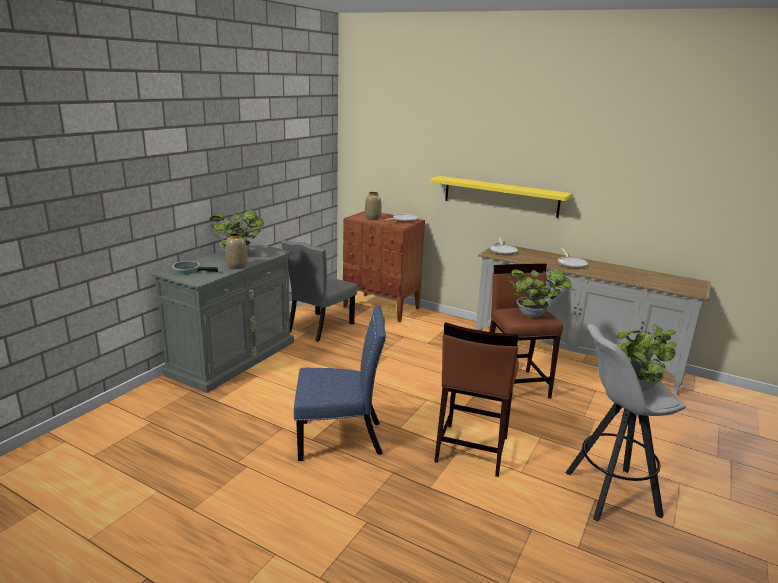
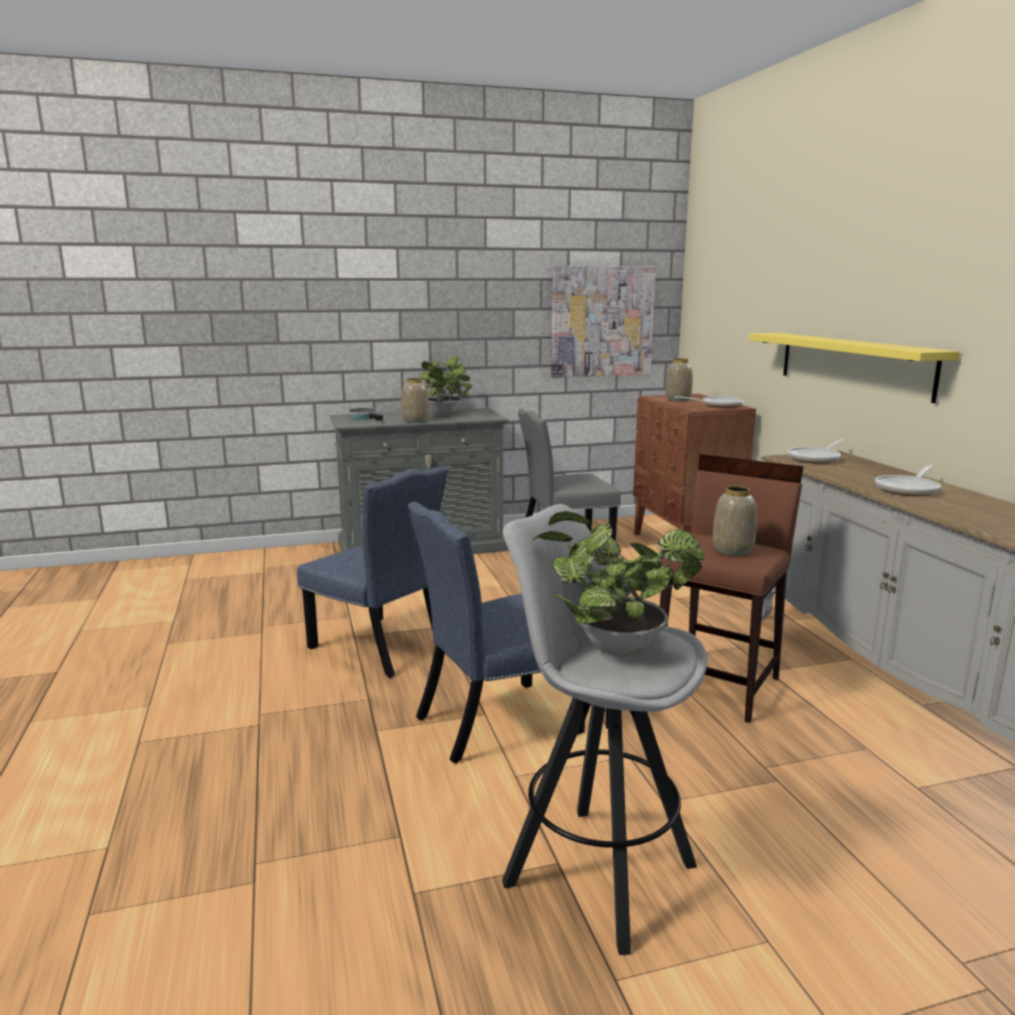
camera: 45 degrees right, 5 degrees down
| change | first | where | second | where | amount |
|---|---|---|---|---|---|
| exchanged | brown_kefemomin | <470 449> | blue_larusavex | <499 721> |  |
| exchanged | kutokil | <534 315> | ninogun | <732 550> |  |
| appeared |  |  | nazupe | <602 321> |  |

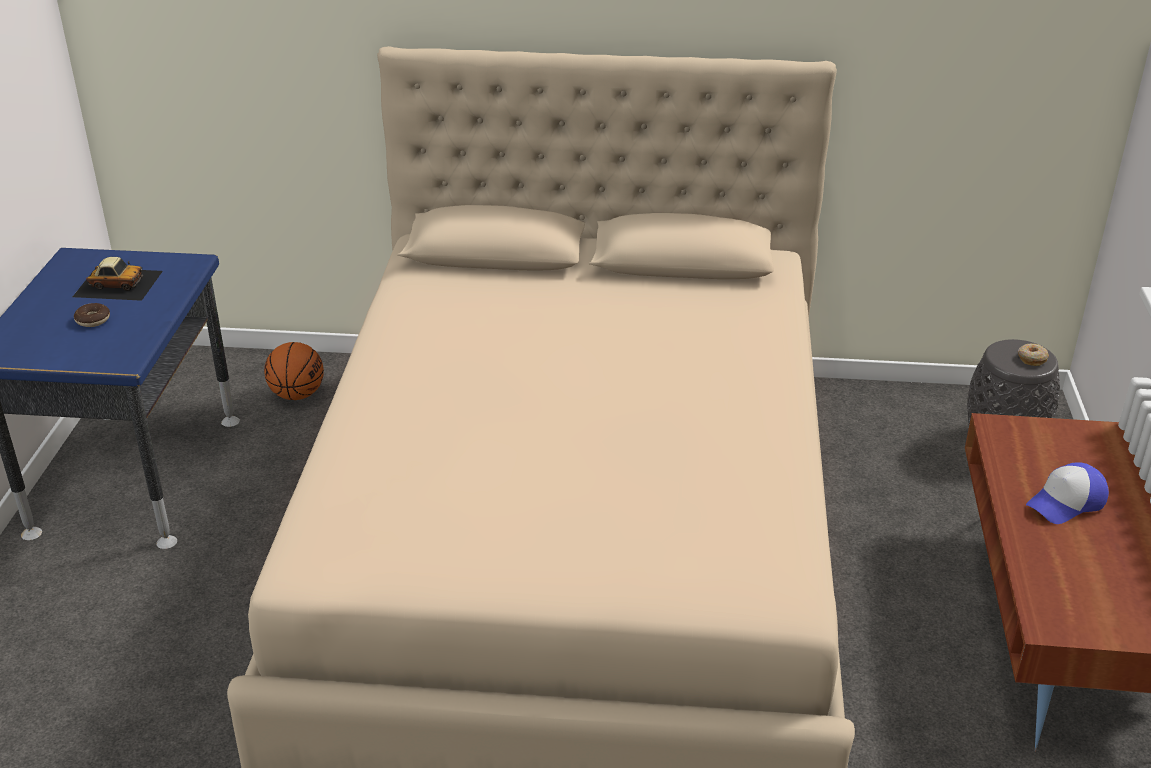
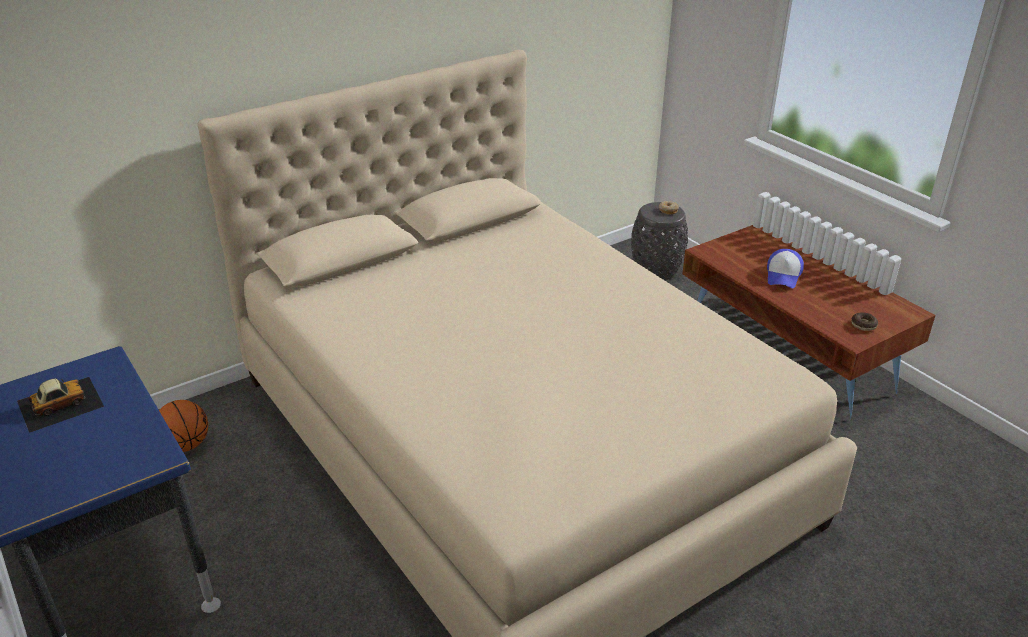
camera: 40 degrees left, 0 degrees up
| change | first | where | second | where | amount |
|---|---|---|---|---|---|
| relocated | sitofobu | <93 320> |  | <863 325> |  |

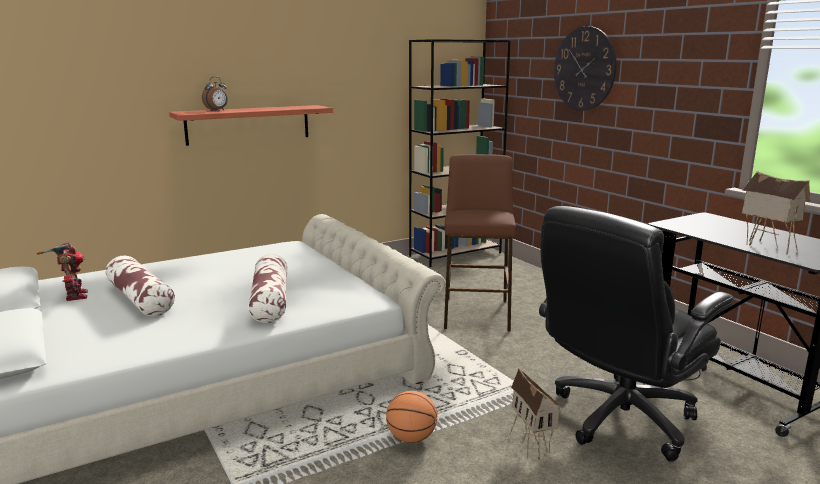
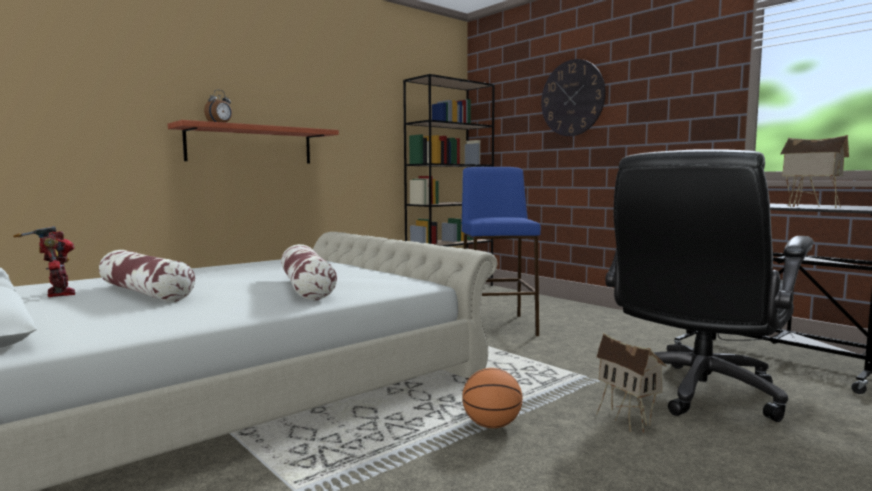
camera: 10 degrees left, 10 degrees down
| change | first | where | second | where | amount |
|---|---|---|---|---|---|
| colour | brown_kefemomin | <476 314> | blue_kefemomin | <497 326> |  |

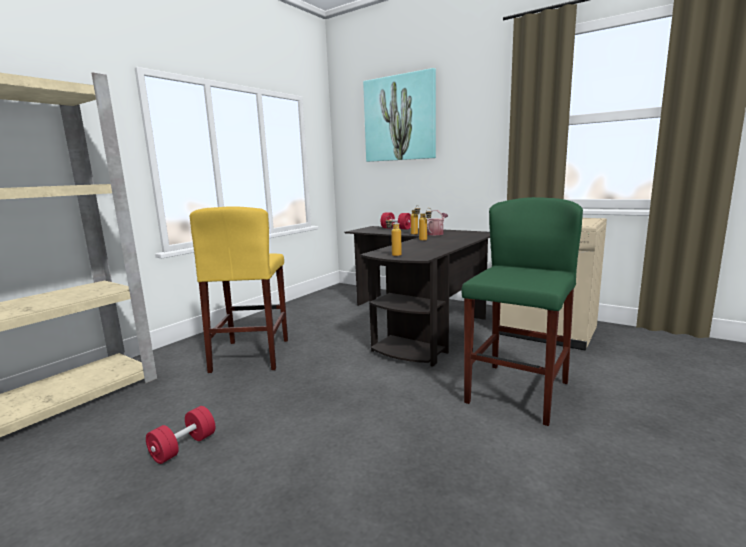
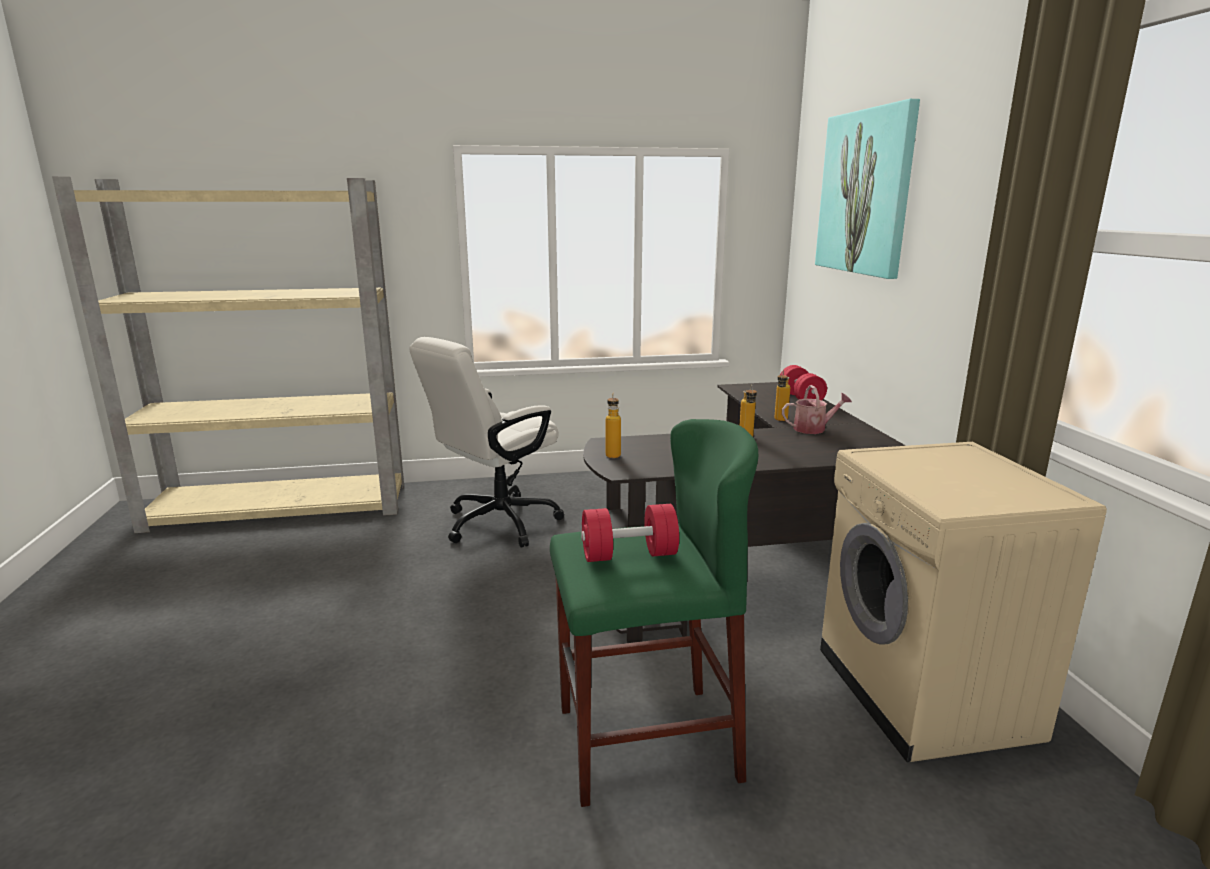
camera: 45 degrees right, 5 degrees up
| change | first | where | second | where | amount |
|---|---|---|---|---|---|
| relocated | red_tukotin | <183 447> |  | <629 555> |  |
| exchanged | yellow_kefemomin | <251 355> | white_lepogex | <496 525> |  |

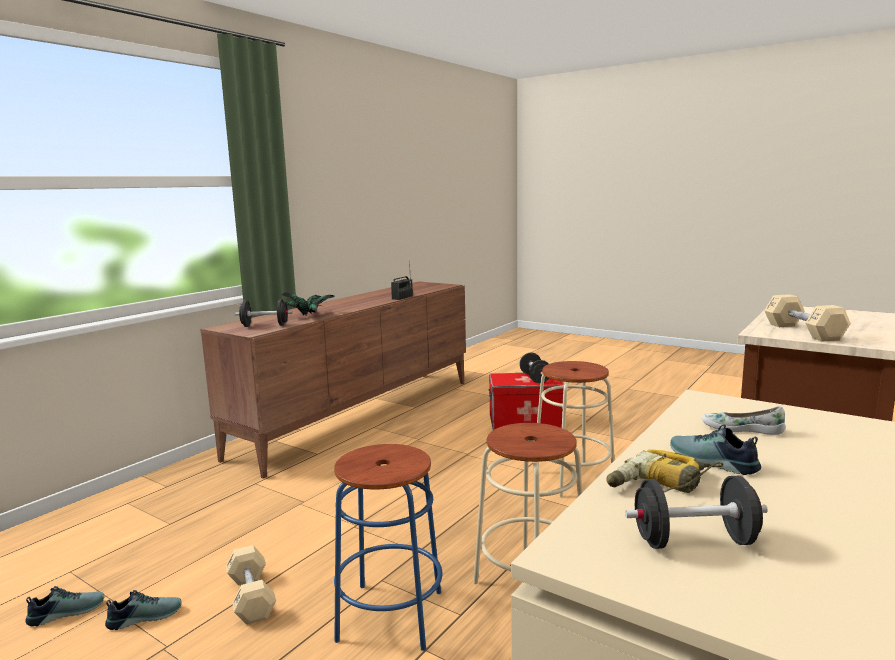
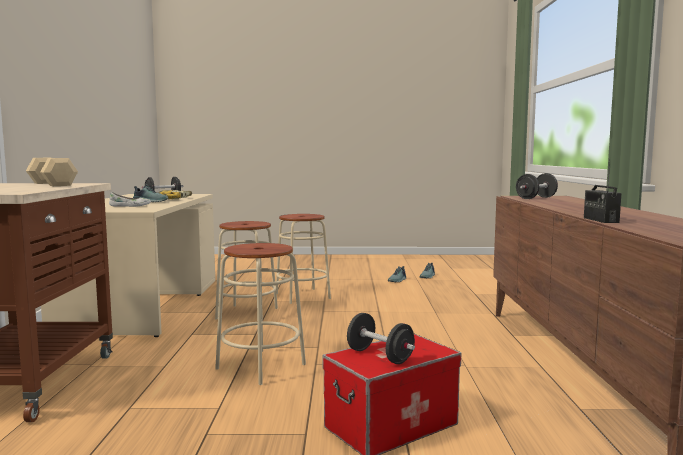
camera: 145 degrees right, 5 degrees down
| change | first | where | second | where | amount |
|---|---|---|---|---|---|
| missing | beige_tukotin | <251 597> |  |  |  |
| missing | kutokil | <309 316> |  |  |  |
| colour | blue_kefemomin | <390 615> | beige_kefemomin | <302 296> |  |

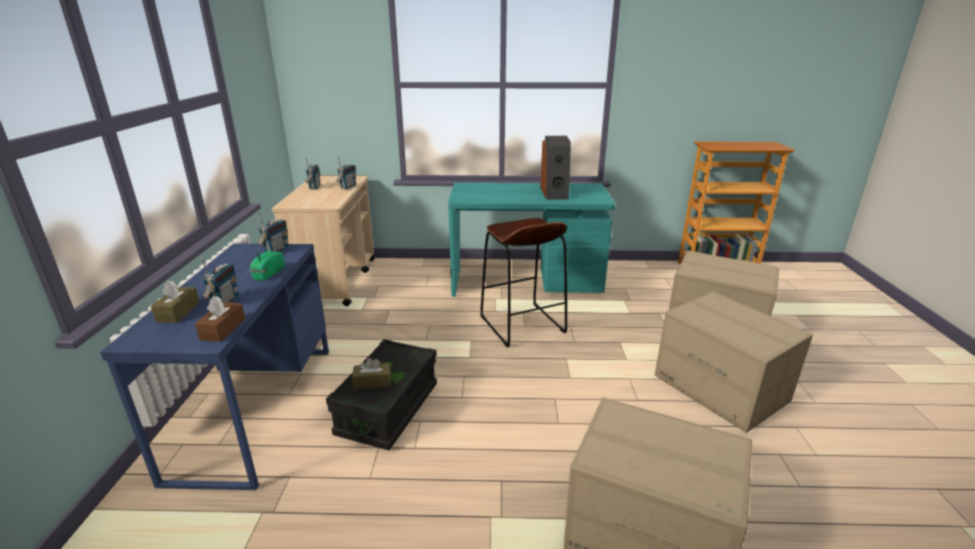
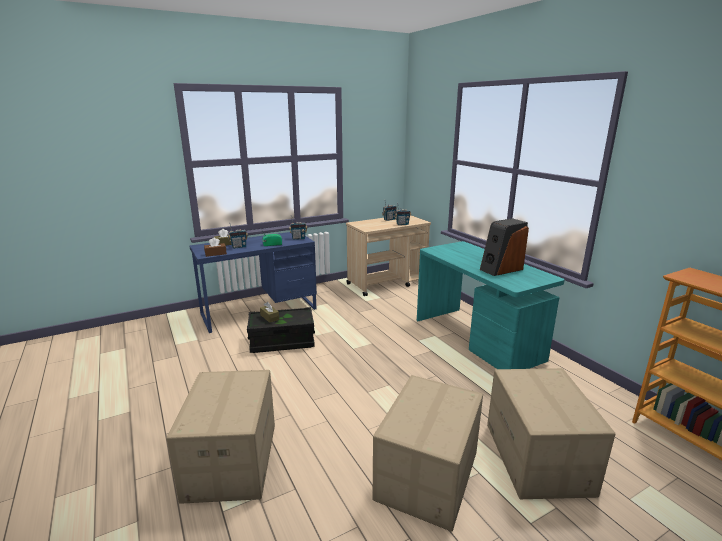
camera: 60 degrees right, 5 degrees down
| change | first | where | second | where | amount |
|---|---|---|---|---|---|
| missing | brown_kefemomin | <522 324> |  |  |  |

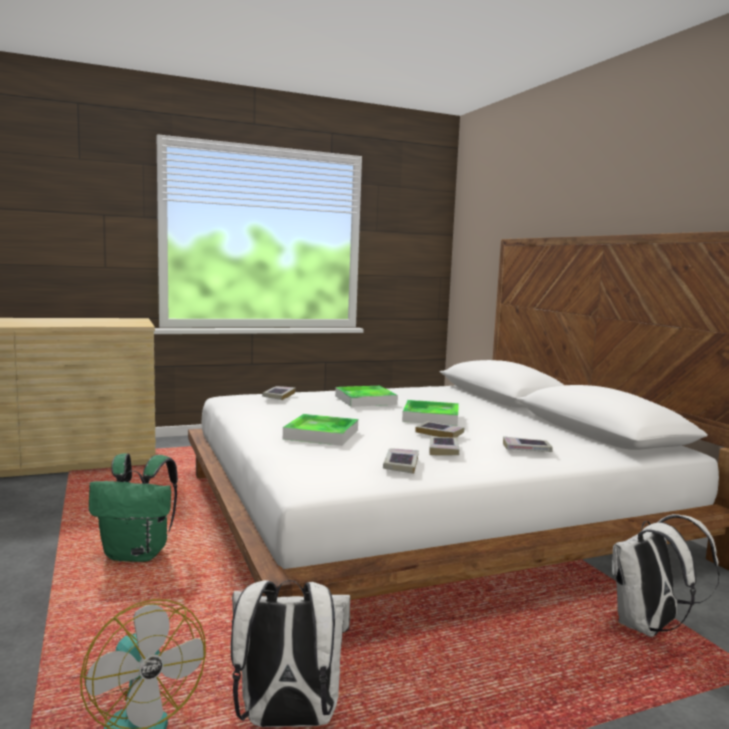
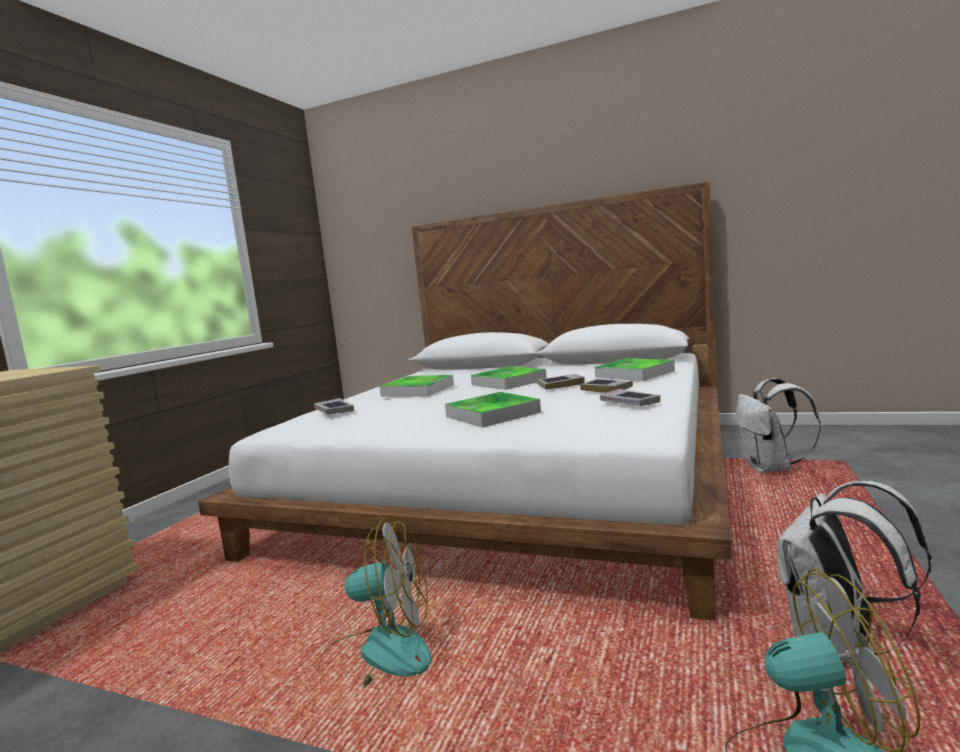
camera: 45 degrees left, 0 degrees up
| change | first | where | second | where | amount |
|---|---|---|---|---|---|
| exchanged | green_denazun | <138 554> | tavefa | <377 655> |  |
| exchanged | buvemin | <526 449> | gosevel | <634 374> |  |

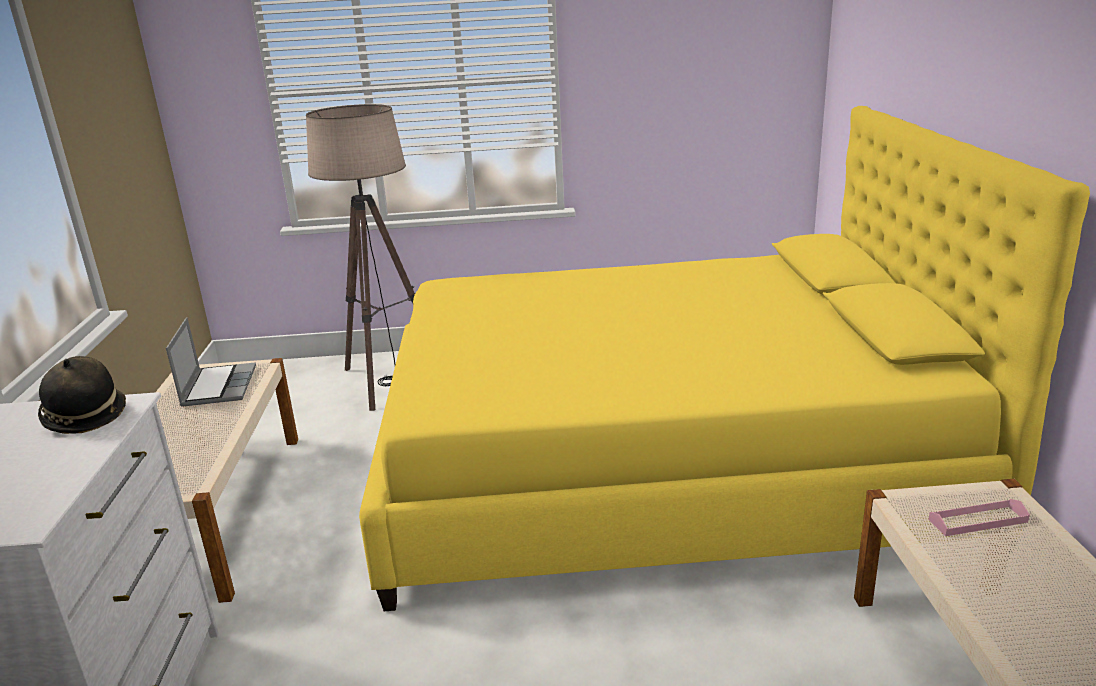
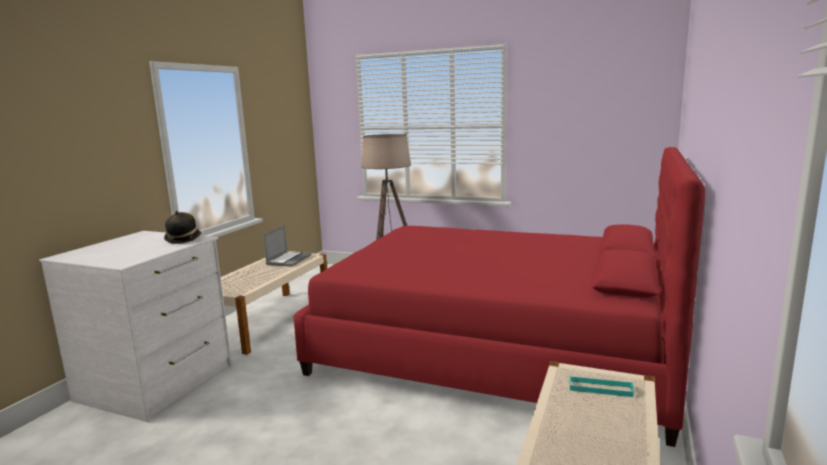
camera: 25 degrees right, 10 degrees down
| change | first | where | second | where | amount |
|---|---|---|---|---|---|
| colour | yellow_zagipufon | <661 467> | red_zagipufon | <496 349> |  |
| colour | pink_gosevel | <977 521> | turquoise_gosevel | <600 388> |  |

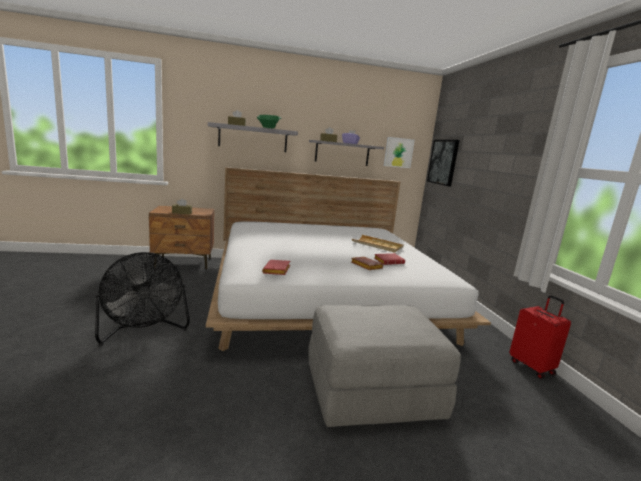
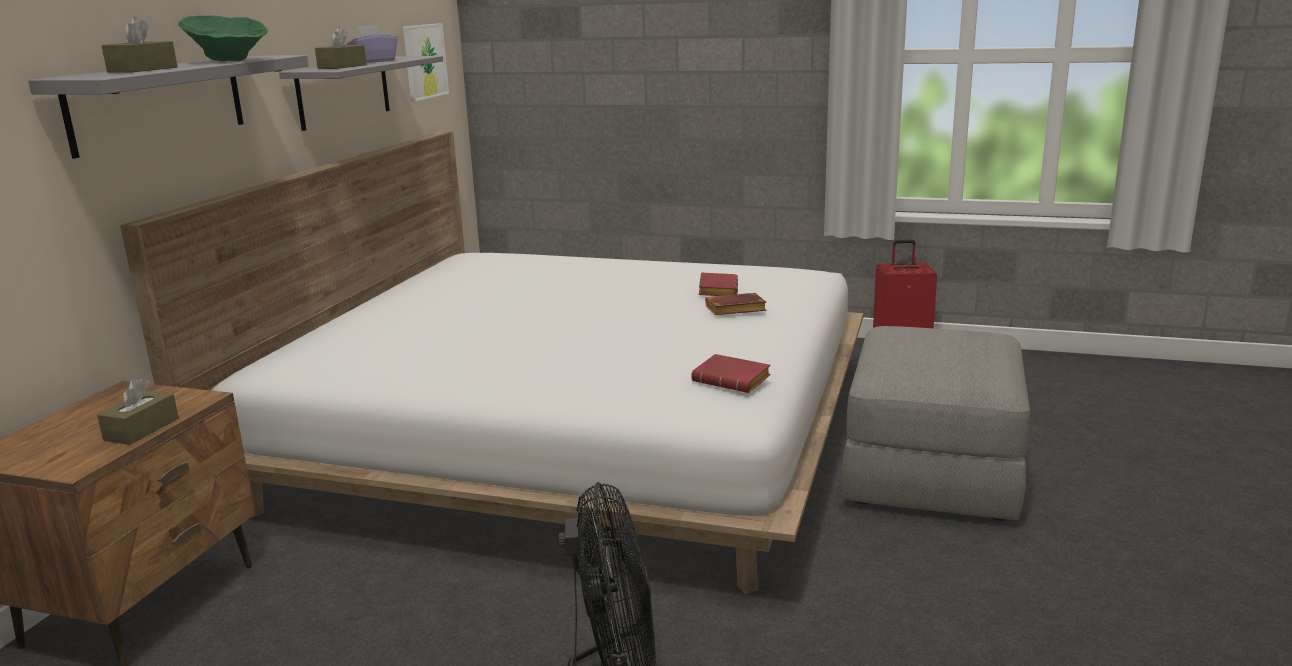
camera: 60 degrees left, 5 degrees up
| change | first | where | second | where | amount |
|---|---|---|---|---|---|
| missing | beige_gosevel | <377 245> |  |  |  |
| missing | nazupe | <443 162> |  |  |  |

